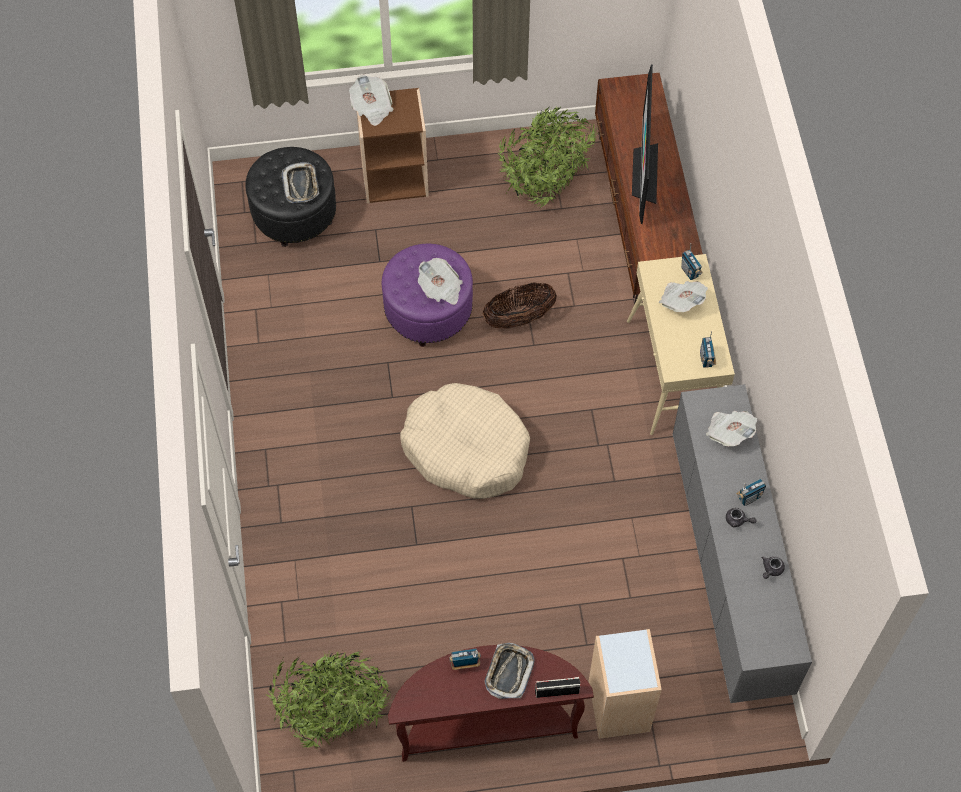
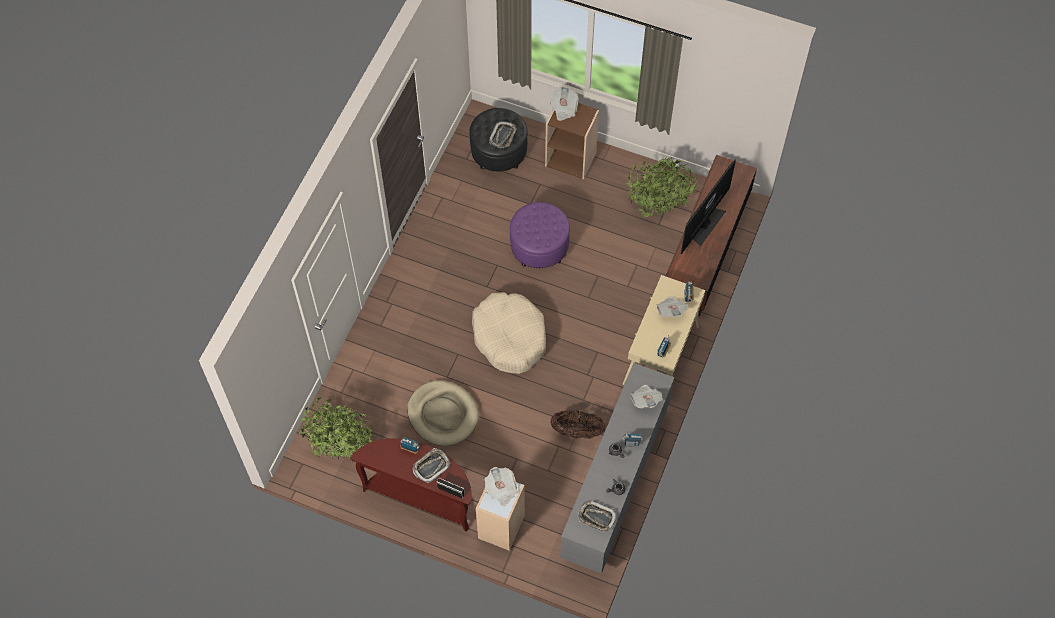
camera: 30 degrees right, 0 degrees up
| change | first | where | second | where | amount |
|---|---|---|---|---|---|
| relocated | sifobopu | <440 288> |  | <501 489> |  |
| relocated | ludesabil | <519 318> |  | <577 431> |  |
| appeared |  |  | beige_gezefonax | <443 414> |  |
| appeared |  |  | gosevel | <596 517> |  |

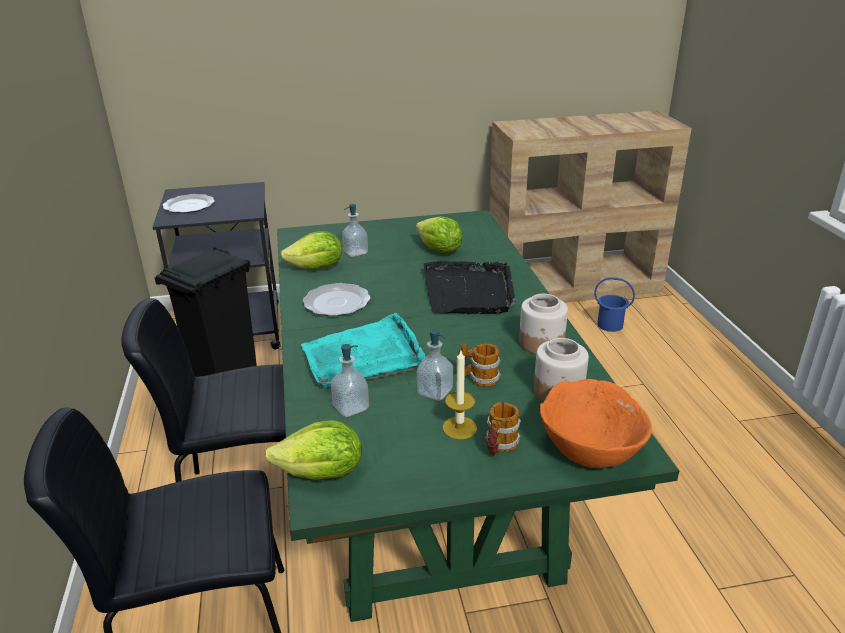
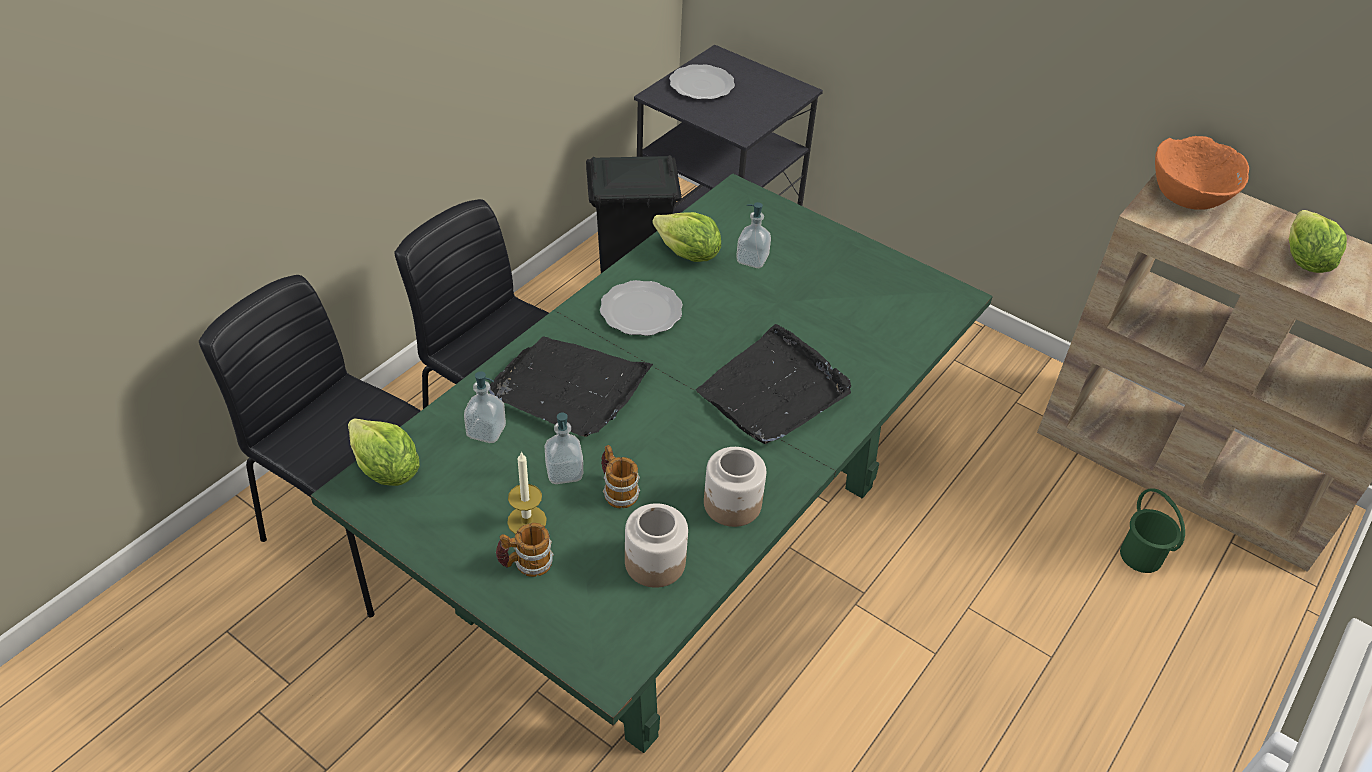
camera: 45 degrees right, 15 degrees up
| change | first | where | second | where | amount |
|---|---|---|---|---|---|
| colour | turquoise_gosevel | <363 356> | black_gosevel | <570 389> |  |
| relocated | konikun | <439 250> |  | <1303 261> |  |
| relocated | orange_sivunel | <591 447> |  | <1190 195> |  |
| colour | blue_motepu | <609 325> | green_motepu | <1141 555> |  |

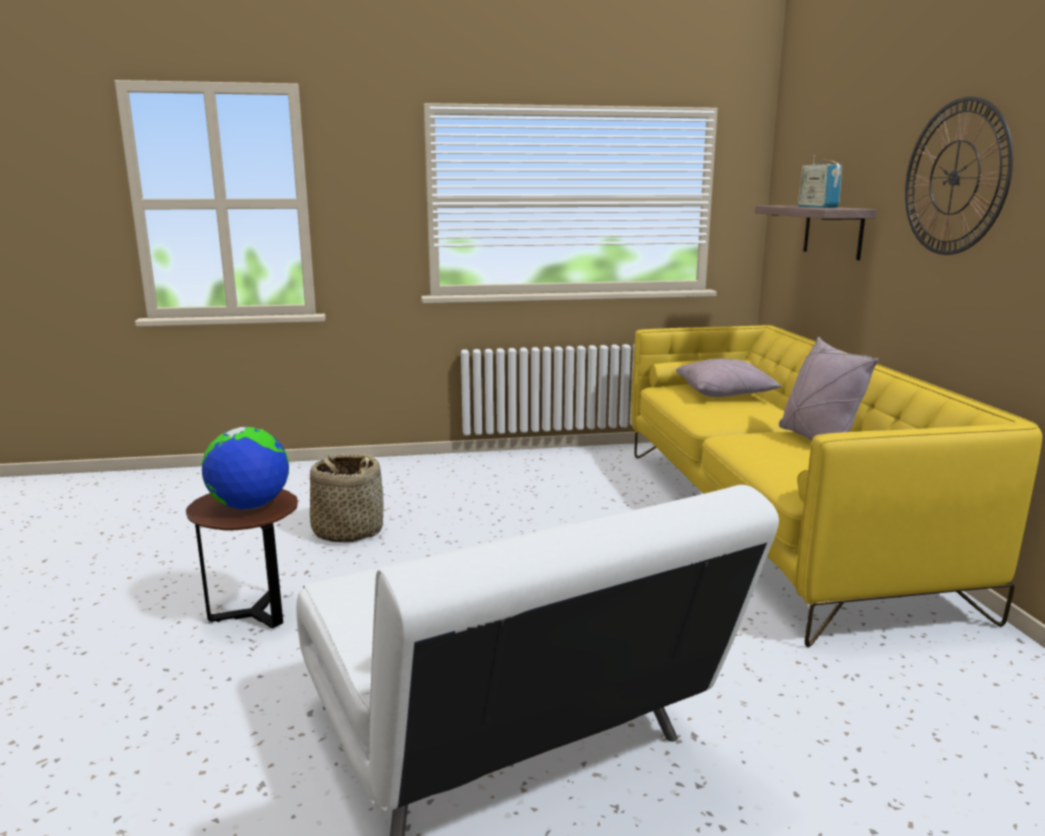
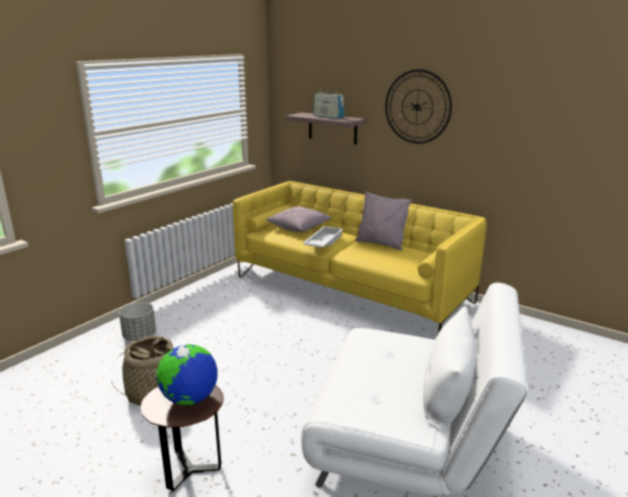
camera: 45 degrees left, 5 degrees up
| change | first | where | second | where | amount |
|---|---|---|---|---|---|
| appeared |  |  | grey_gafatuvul | <139 337> |  |
| appeared |  |  | white_gosevel | <323 242> |  |

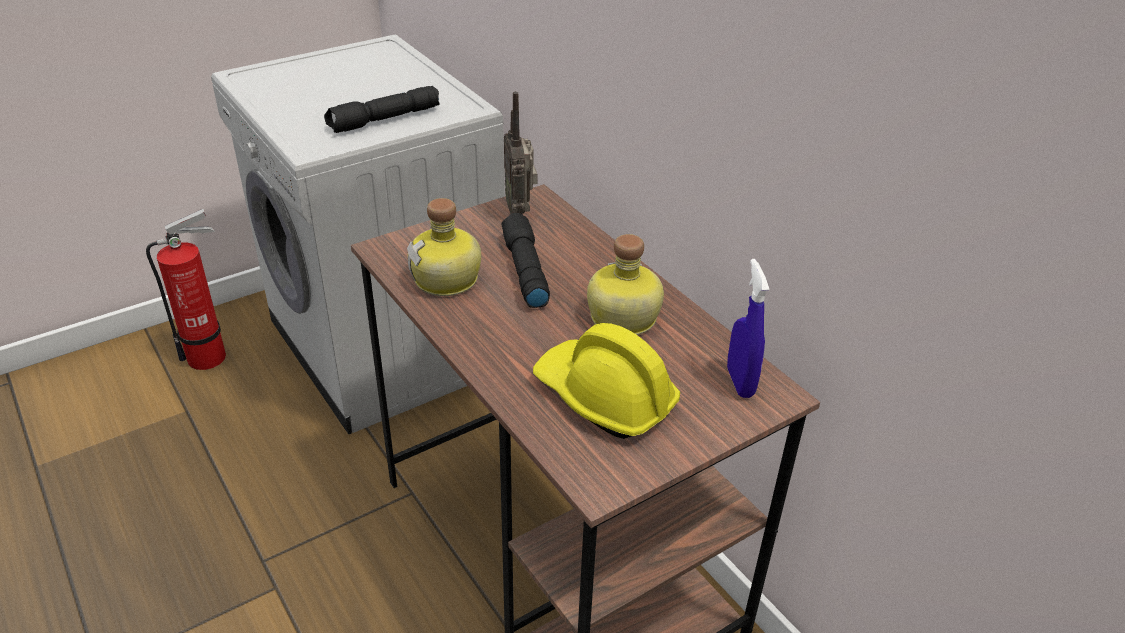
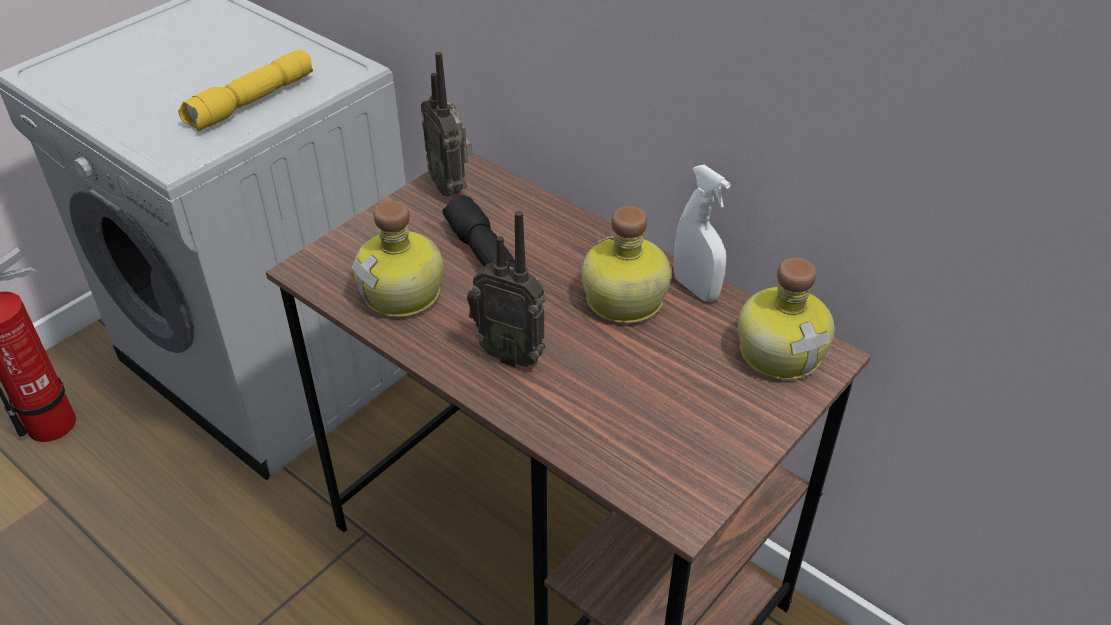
camera: 15 degrees left, 5 degrees up
| change | first | where | second | where | amount |
|---|---|---|---|---|---|
| colour | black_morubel | <384 120> | yellow_morubel | <251 103> |  |
| missing | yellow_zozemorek | <604 397> |  |  |  |
| exchanged | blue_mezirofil | <740 382> | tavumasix | <781 351> |  |
| appeared |  |  | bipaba | <511 353> |  |
| appeared |  |  | white_mezirofil | <696 288> |  |

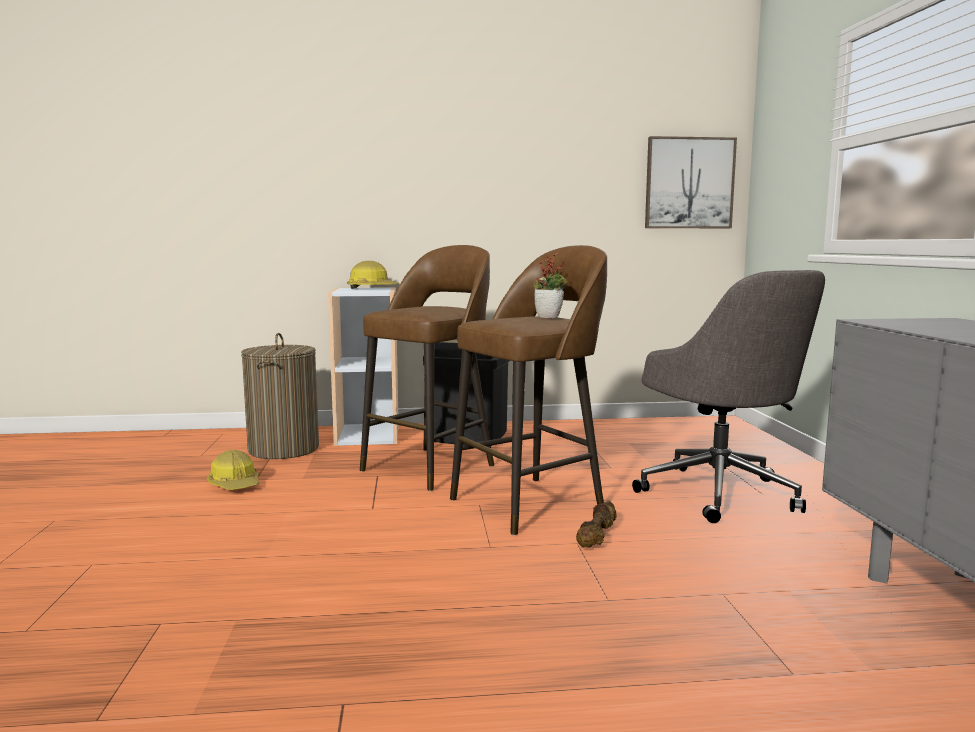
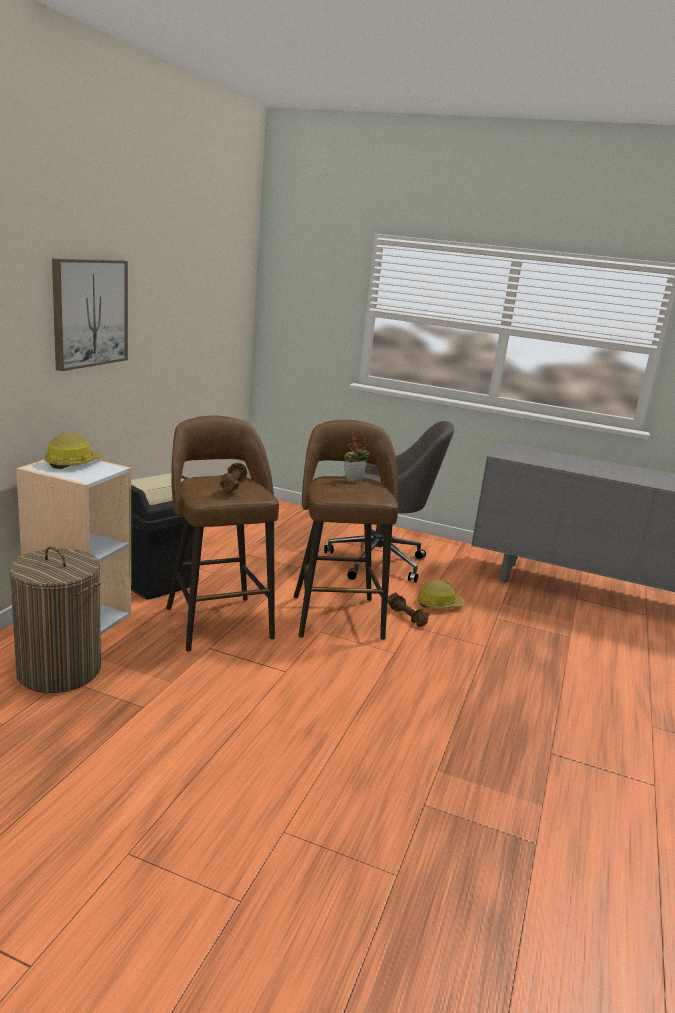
camera: 65 degrees left, 10 degrees up
| change | first | where | second | where | amount |
|---|---|---|---|---|---|
| relocated | zozemorek | <235 485> |  | <439 604> |  |
| relocated | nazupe | <689 183> |  | <89 313> |  |
| appeared |  |  | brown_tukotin | <232 486> |  |

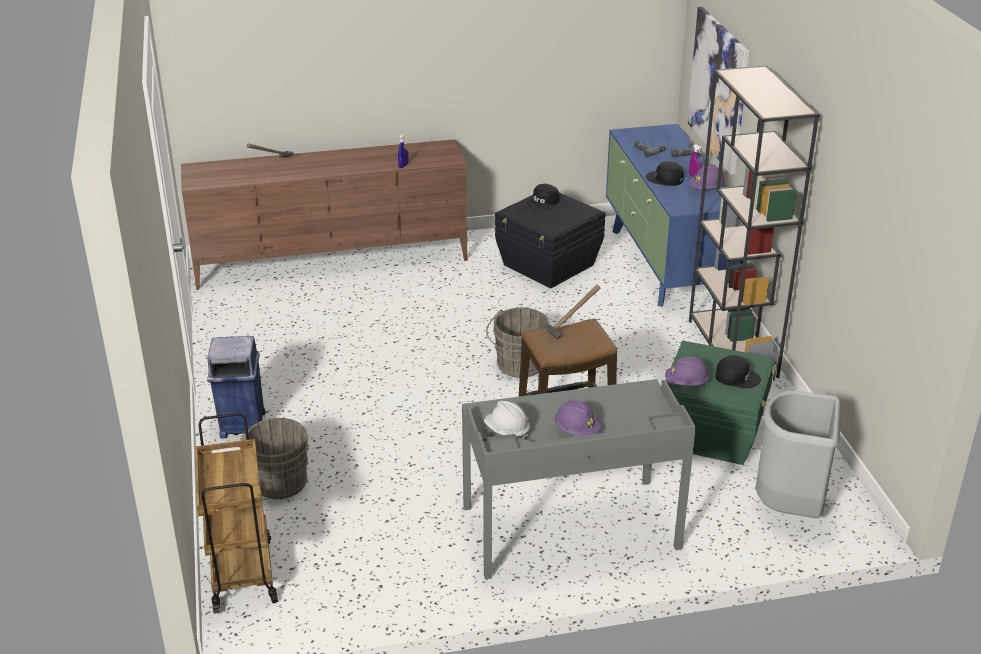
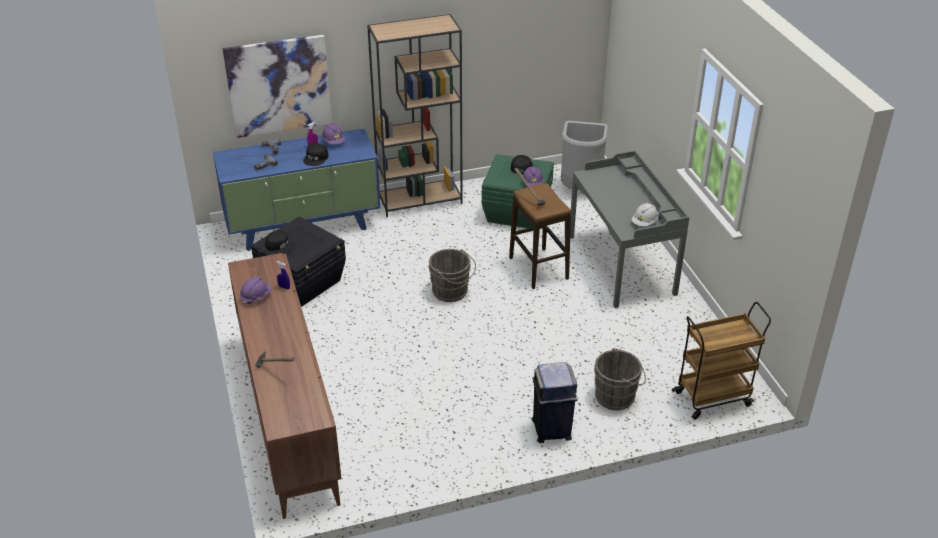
camera: 95 degrees left, 5 degrees up
| change | first | where | second | where | amount |
|---|---|---|---|---|---|
| relocated | purple_zozemorek | <576 431> |  | <256 297> |  |

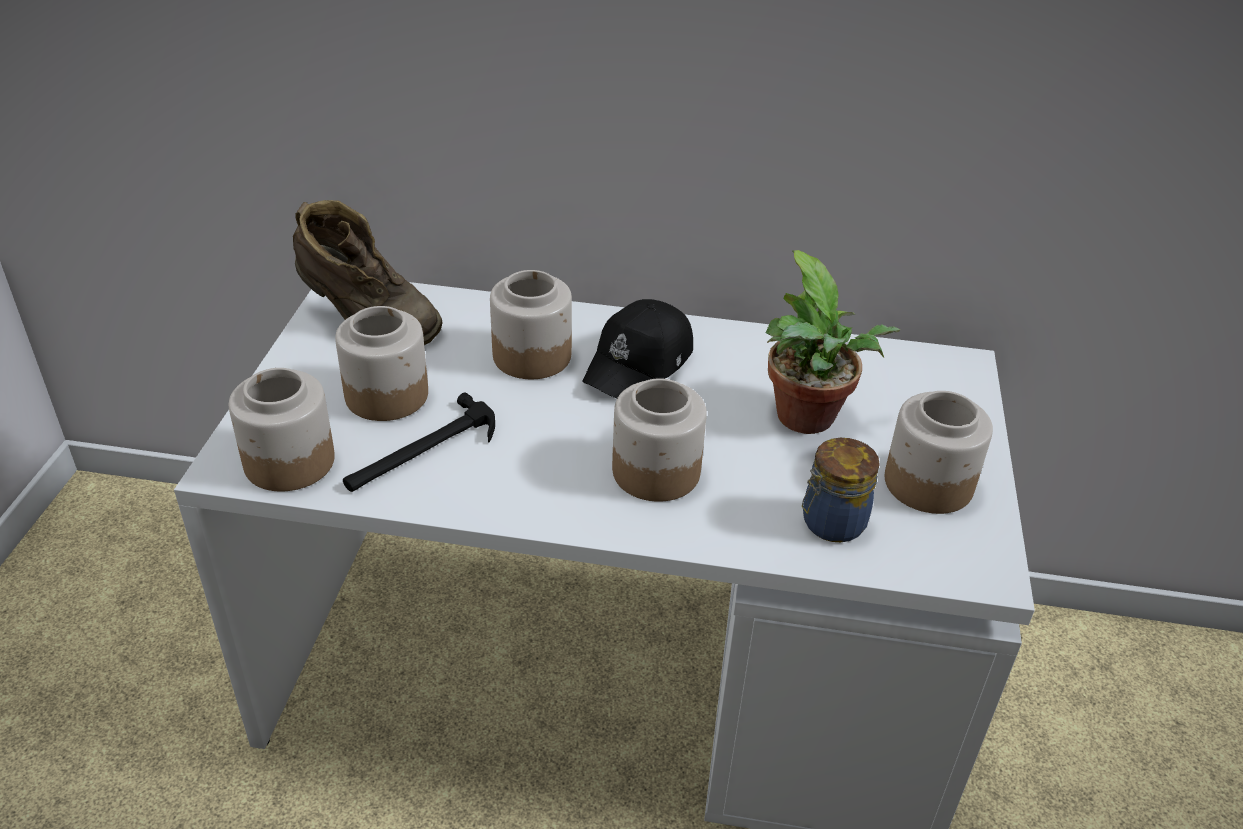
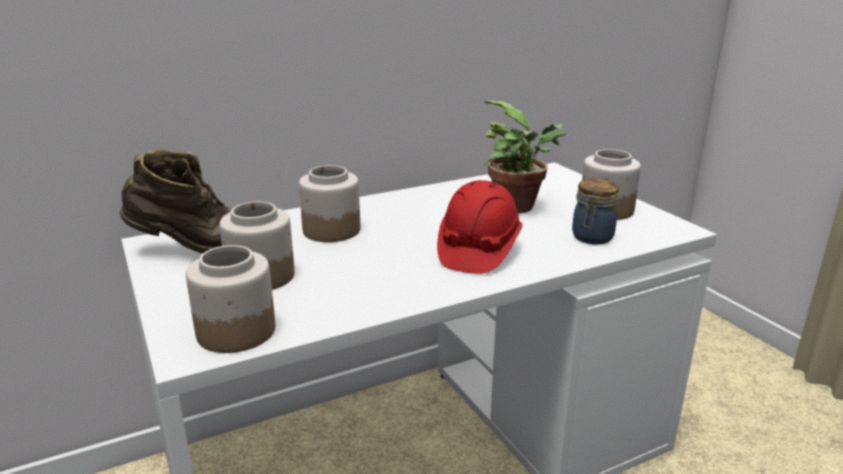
camera: 35 degrees left, 15 degrees down
| change | first | where | second | where | amount |
|---|---|---|---|---|---|
| missing | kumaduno | <422 452> |  |  |  |
| missing | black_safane | <640 363> |  |  |  |
| exchanged | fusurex | <655 471> | red_zozemorek | <478 250> |  |

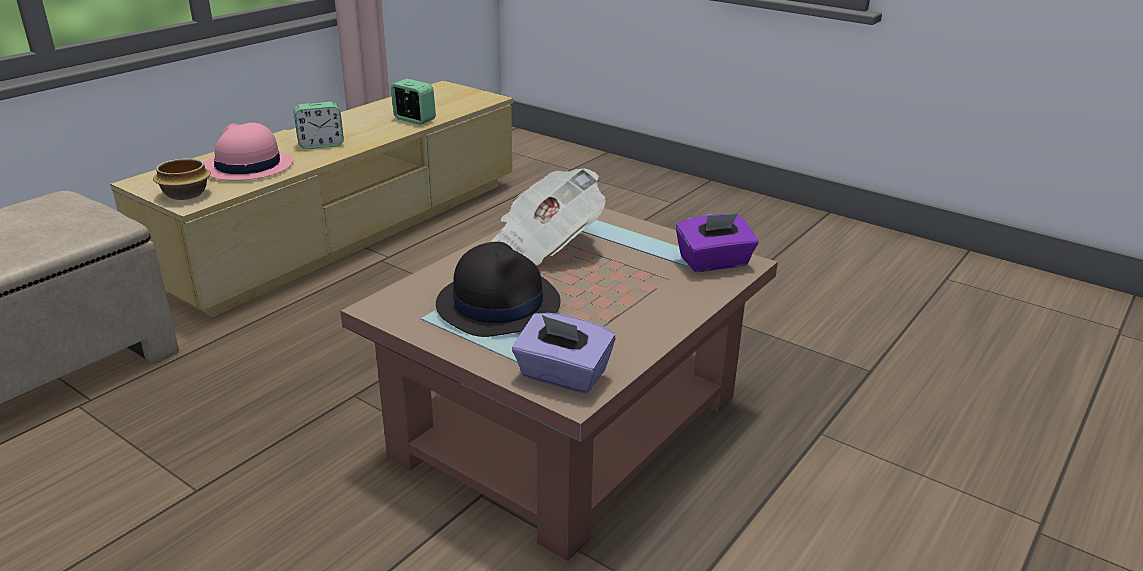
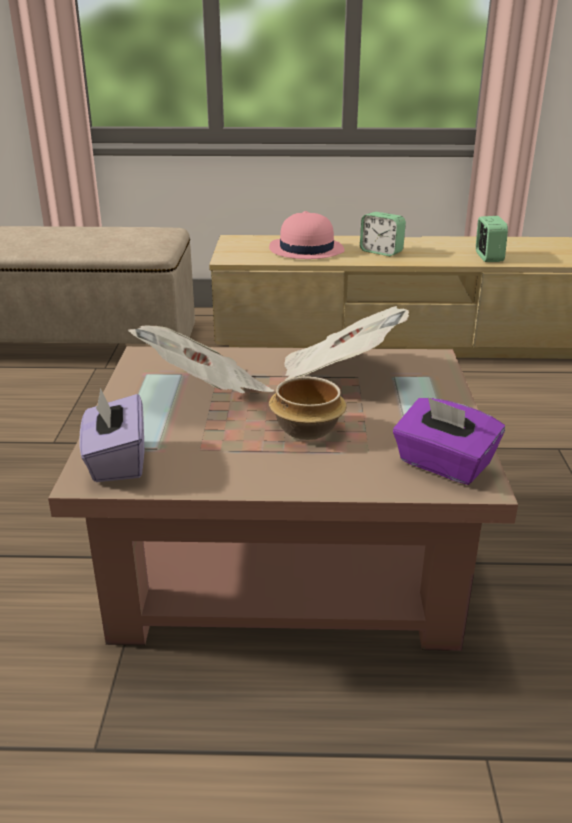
camera: 55 degrees right, 0 degrees up
| change | first | where | second | where | amount |
|---|---|---|---|---|---|
| relocated | sivunel | <184 195> |  | <305 429> |  |
| exchanged | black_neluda | <498 304> | sifobopu | <205 392> |  |

